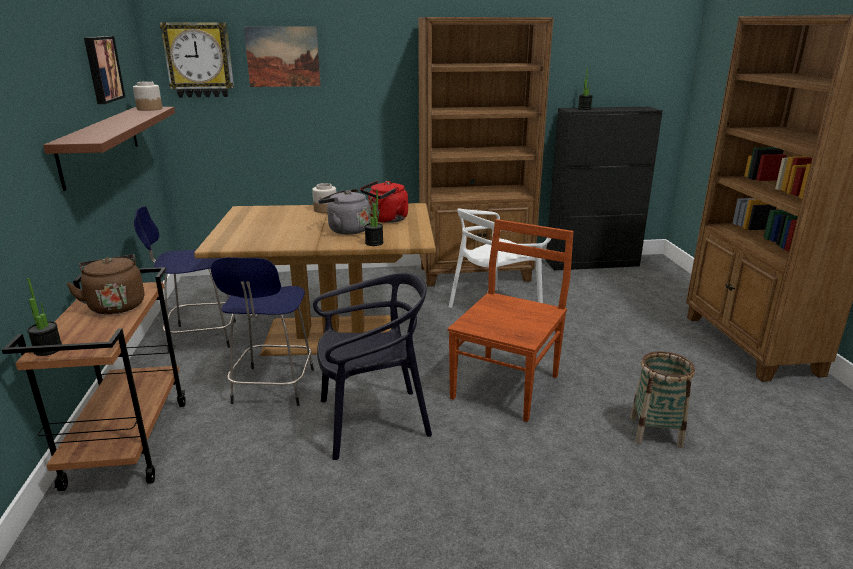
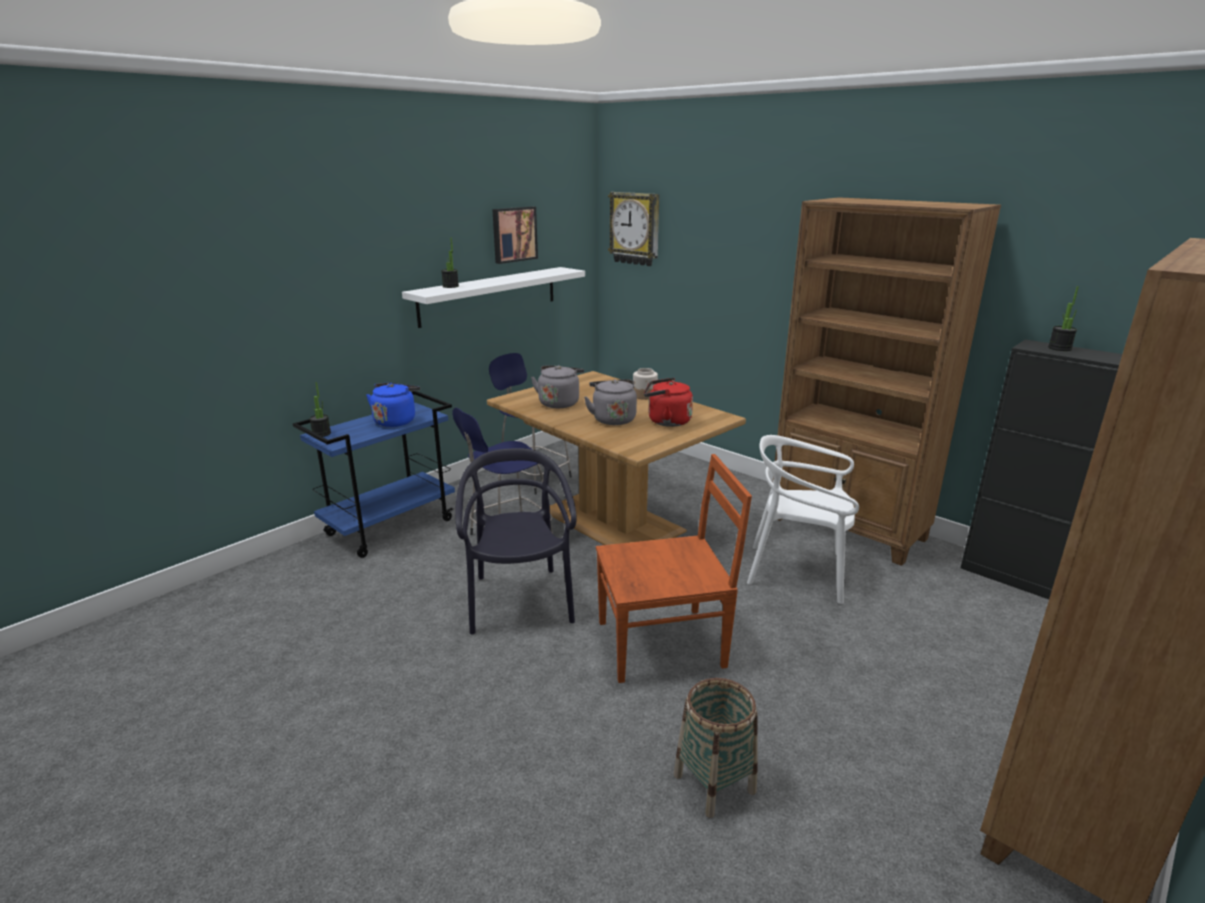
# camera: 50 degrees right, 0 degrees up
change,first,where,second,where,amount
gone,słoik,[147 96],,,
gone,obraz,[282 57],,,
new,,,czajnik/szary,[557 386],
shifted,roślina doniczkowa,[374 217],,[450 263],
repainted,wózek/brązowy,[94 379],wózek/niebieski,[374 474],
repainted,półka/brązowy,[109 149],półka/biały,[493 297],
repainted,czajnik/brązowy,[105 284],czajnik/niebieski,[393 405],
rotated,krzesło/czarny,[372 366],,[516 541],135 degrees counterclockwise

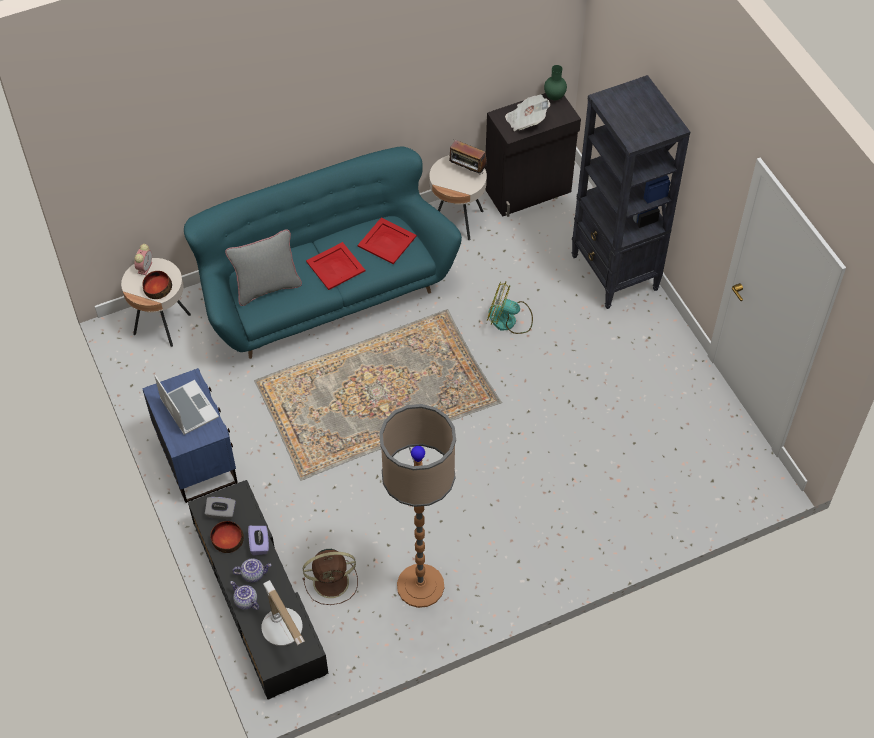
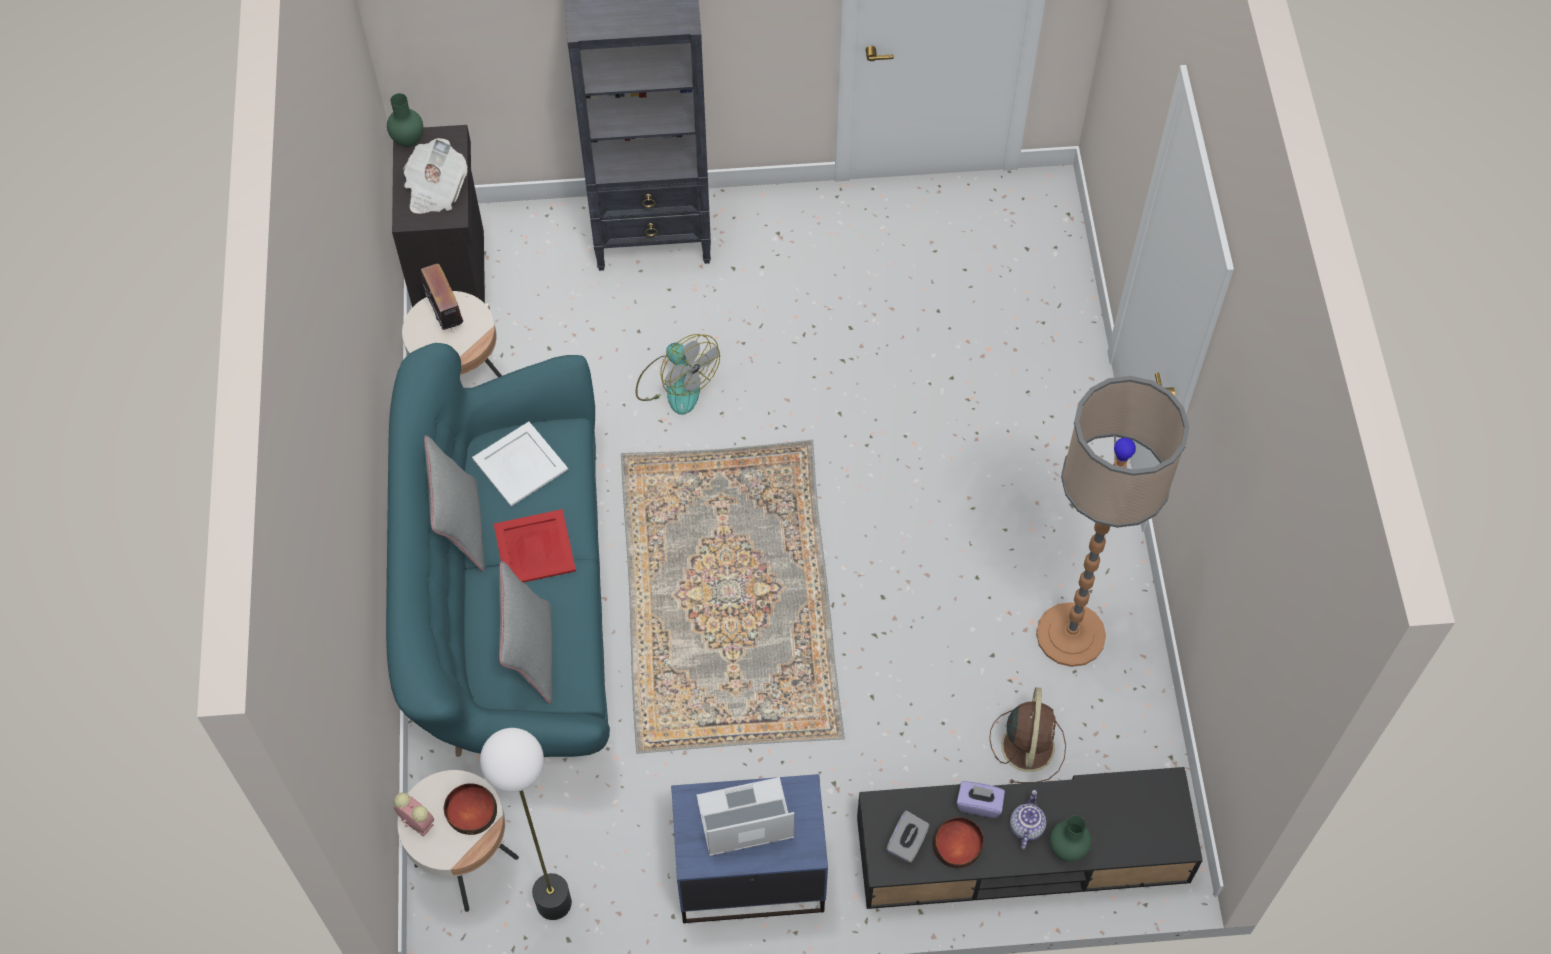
# camera: 70 degrees left, 5 degrees up
change,first,where,second,where,amount
gone,lampa stołowa,[283 613],,,
new,,,poduszka/szary,[454 503],
new,,,lampa stojąca,[526 824],
swapped,imbryk,[244 595],wazon/zielony,[1070 838],
repainted,taca/czerwony,[387 241],taca/biały,[520 464],
rotated,radio,[466 157],,[440 297],75 degrees counterclockwise
rotated,wentylator,[510 308],,[678 374],75 degrees counterclockwise

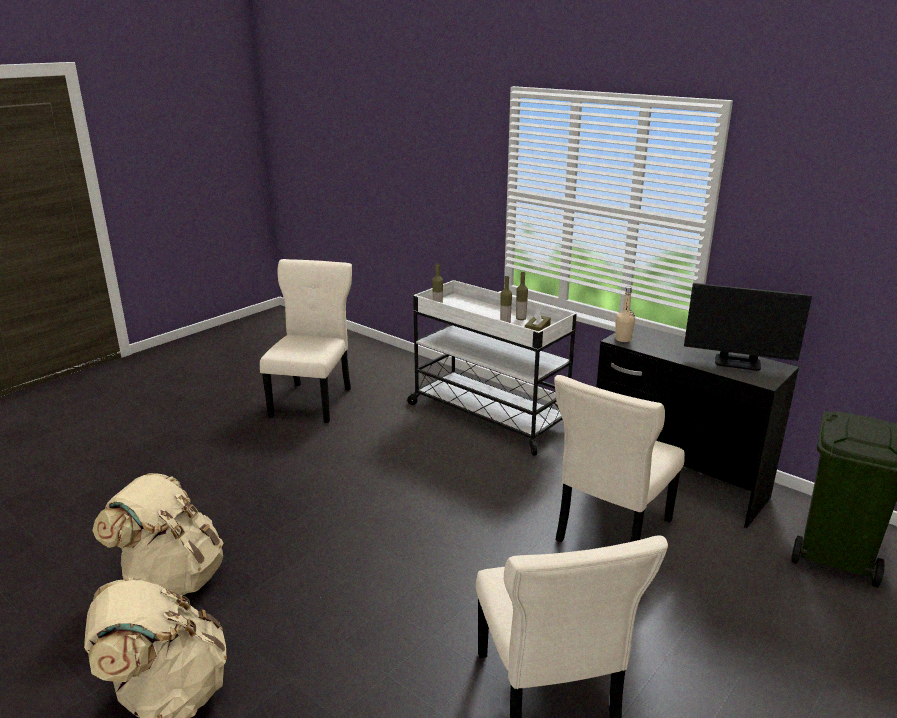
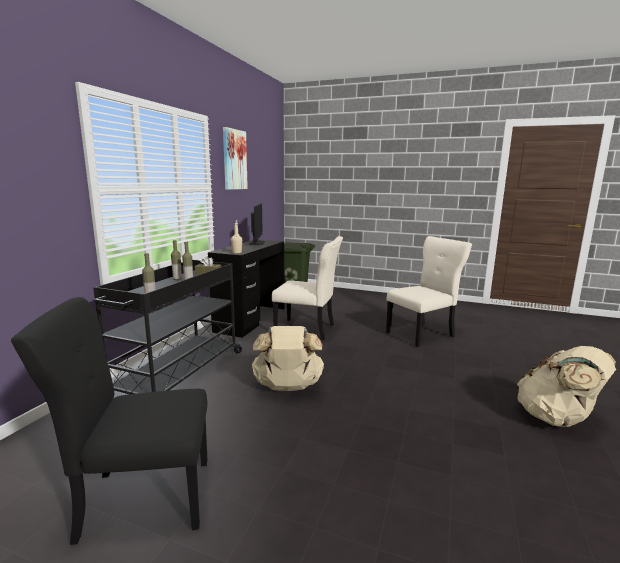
# camera: 110 degrees left, 10 degrees down
change,first,where,second,where,amount
new,,,obraz,[235 158],
shifted,plecak/beżowy,[157 534],,[288 358],
repainted,krzesło/beżowy,[306 341],krzesło/czarny,[109 421],
repainted,wózek/biały,[492 368],wózek/czarny,[168 327],

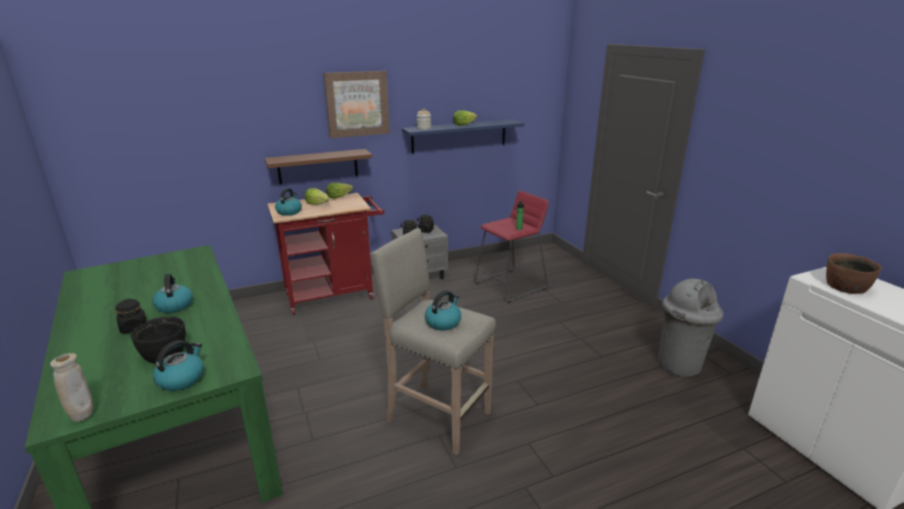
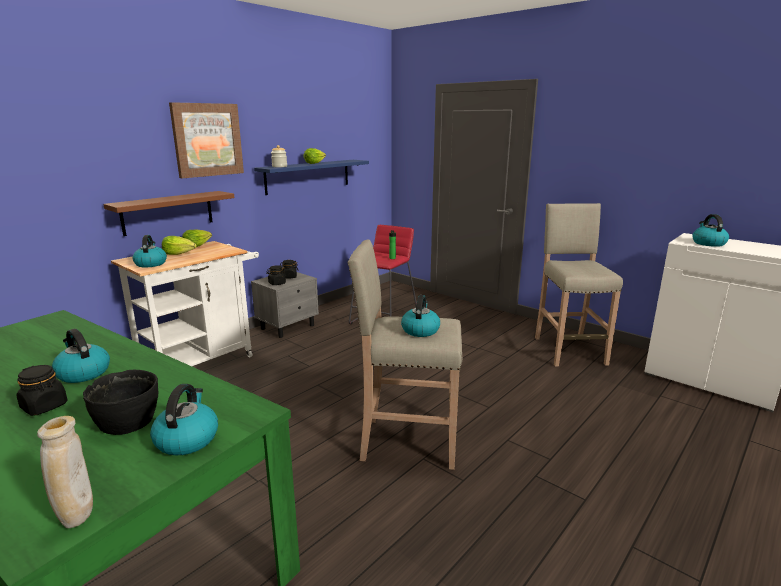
# camera: 25 degrees left, 5 degrees down
change,first,where,second,where,amount
swapped,kosz na śmieci/szary,[691 328],stołek/beżowy,[579 284],
swapped,miska/brązowy,[853 273],czajnik,[711 230],
repainted,wózek/czerwony,[326 254],wózek/biały,[185 303],

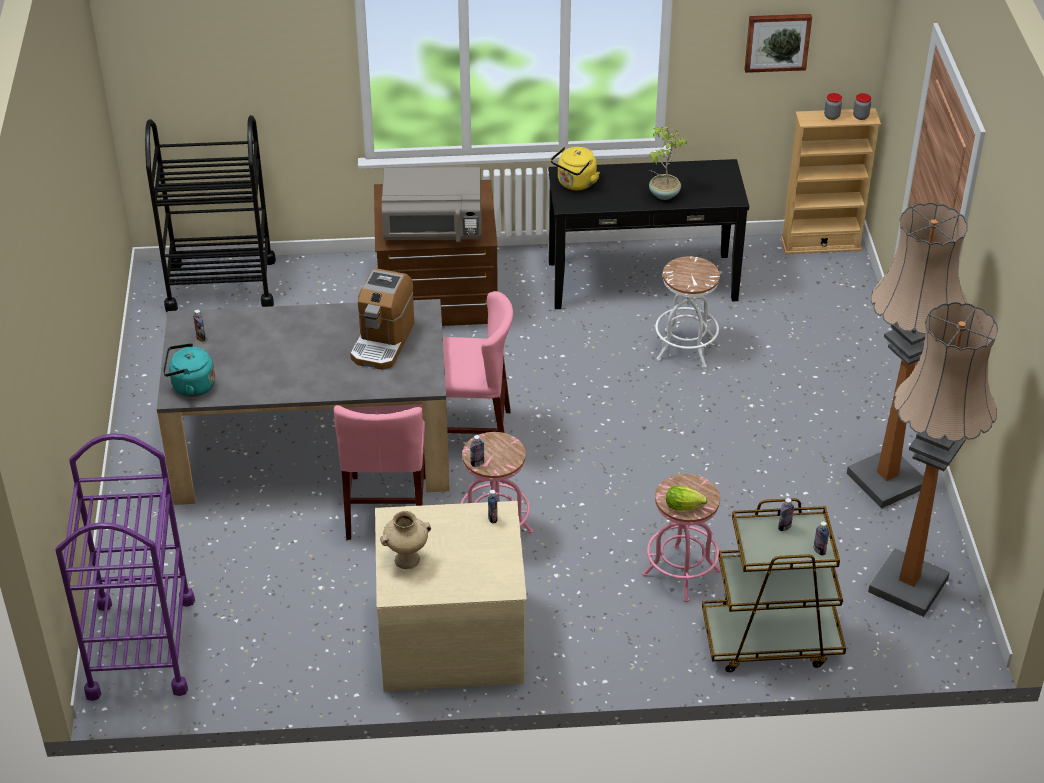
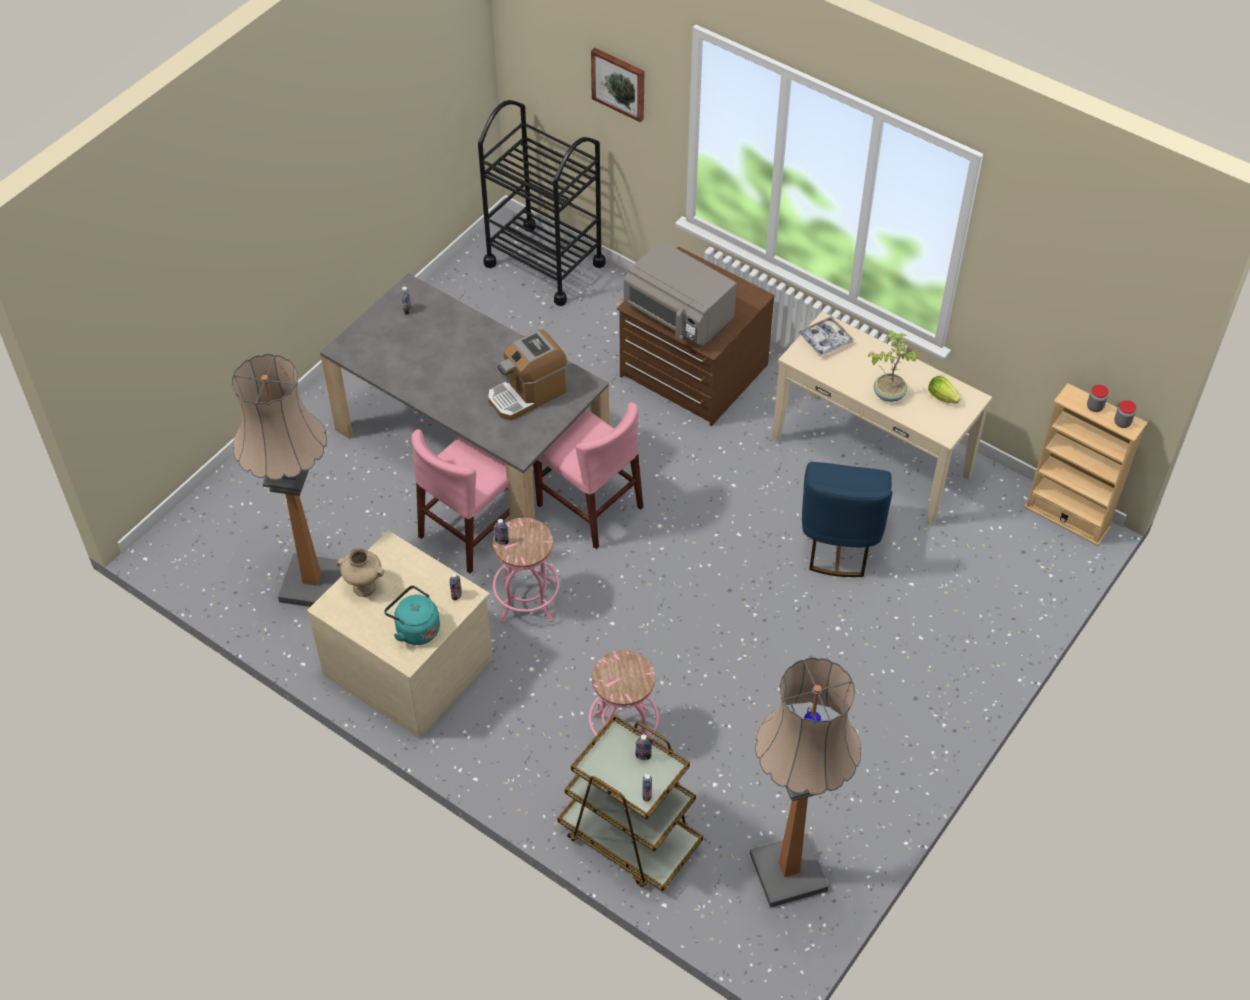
# camera: 40 degrees right, 10 degrees up
change,first,where,second,where,amount
gone,wózek/fioletowy,[125 567],,,
shifted,czajnik/turkusowy,[189 370],,[412 615],
shifted,sałata,[686 498],,[944 390],
shifted,obraz,[778 43],,[617 85],
shifted,lampa stojąca,[907 355],,[287 480],
swapped,czajnik/żółty,[575 168],taca,[826 336],
swapped,stołek/biały,[687 312],krzesło/niebieski,[847 519],
repainted,stolik konsolowy/czarny,[648 234],stolik konsolowy/beżowy,[882 418],

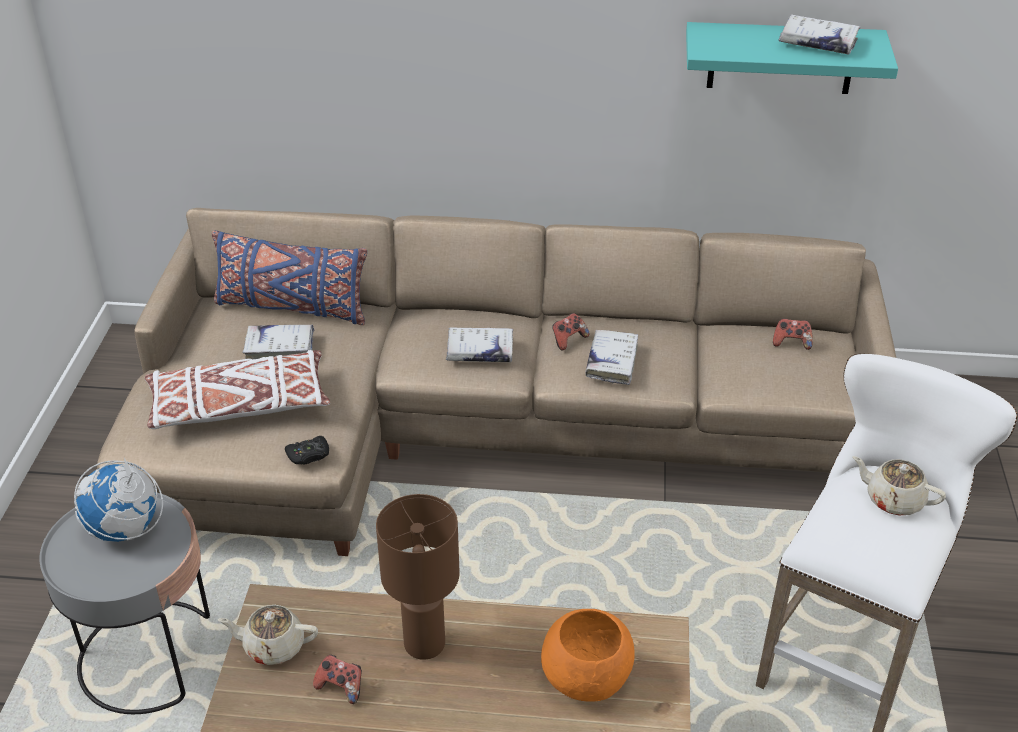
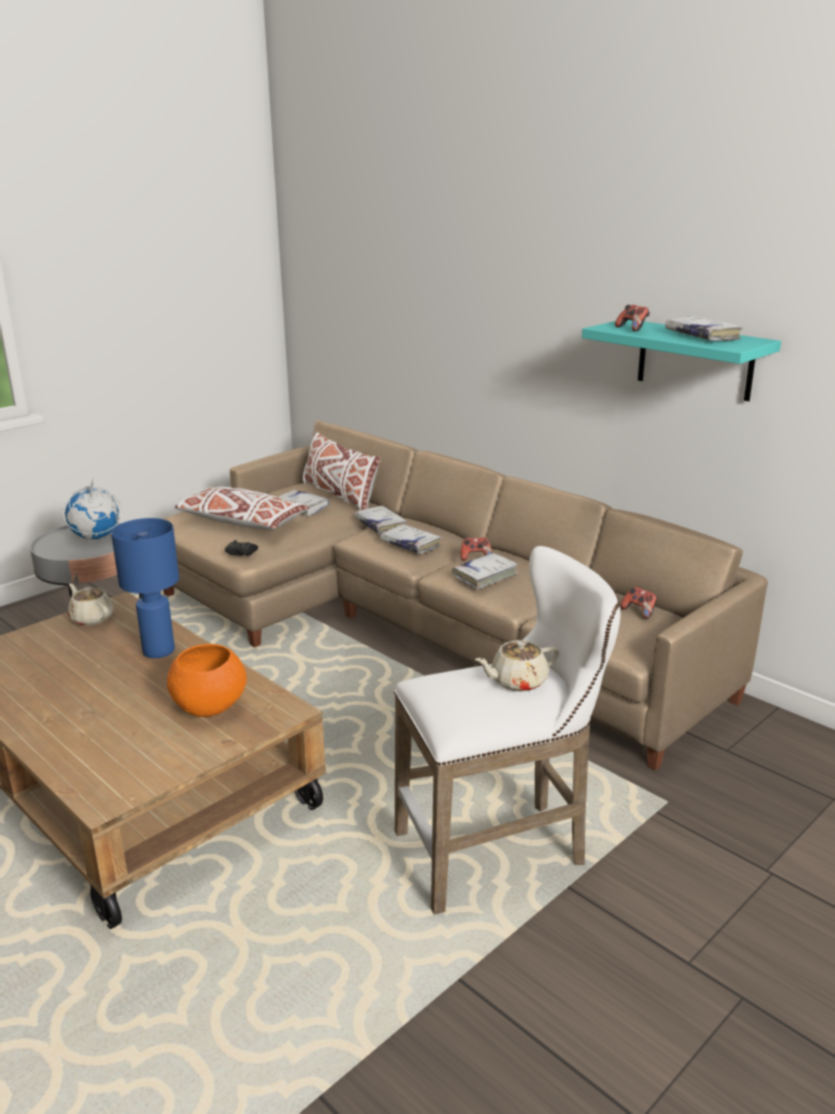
# camera: 40 degrees right, 15 degrees down
change,first,where,second,where,amount
new,,,książka/biały,[381 520],
shifted,pad do gier,[337 679],,[632 318],
repainted,poduszka/niebieski,[289 277],poduszka/biały,[342 471],
repainted,lampa stołowa/brązowy,[418 577],lampa stołowa/niebieski,[145 588],
rotated,imbryk/beżowy,[899 485],,[517 666],90 degrees counterclockwise

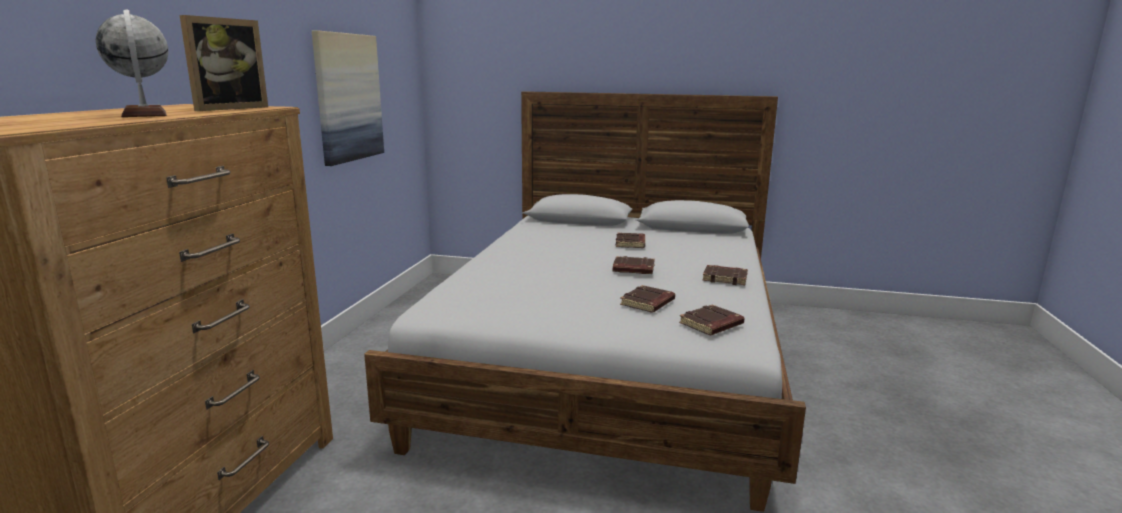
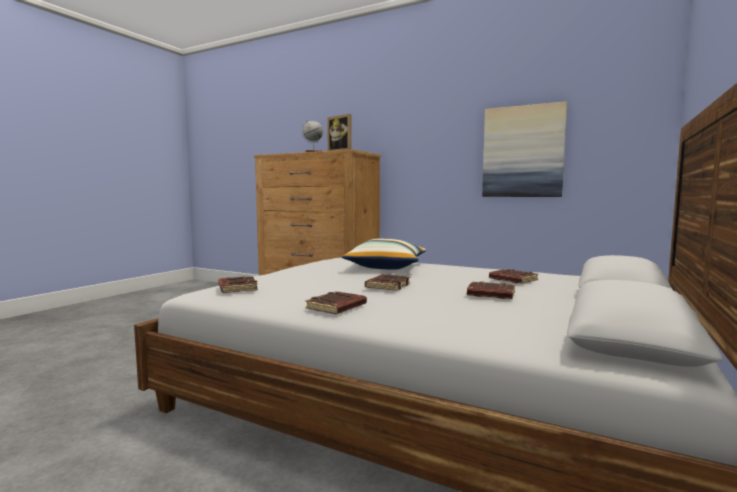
# camera: 105 degrees right, 10 degrees down
change,first,where,second,where,amount
new,,,poduszka,[384 254],
shifted,książka/brązowy,[647 298],,[514 276],

